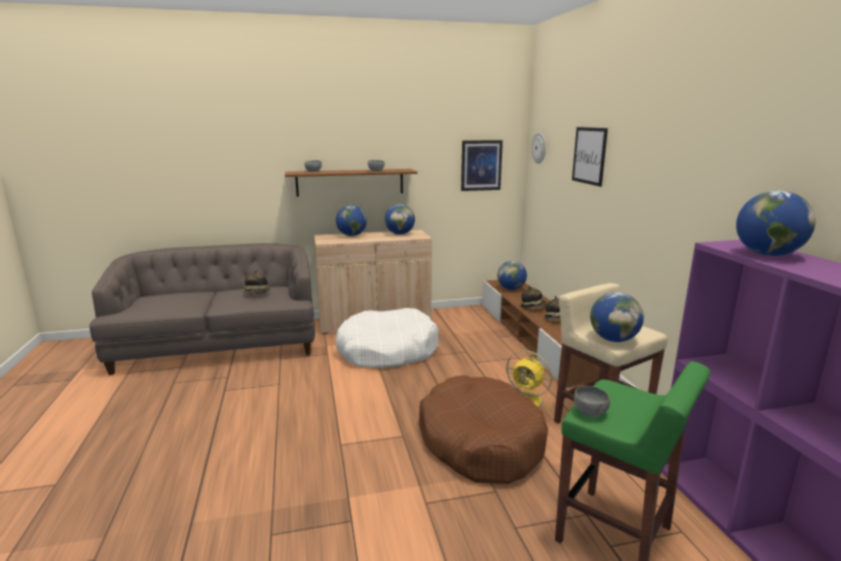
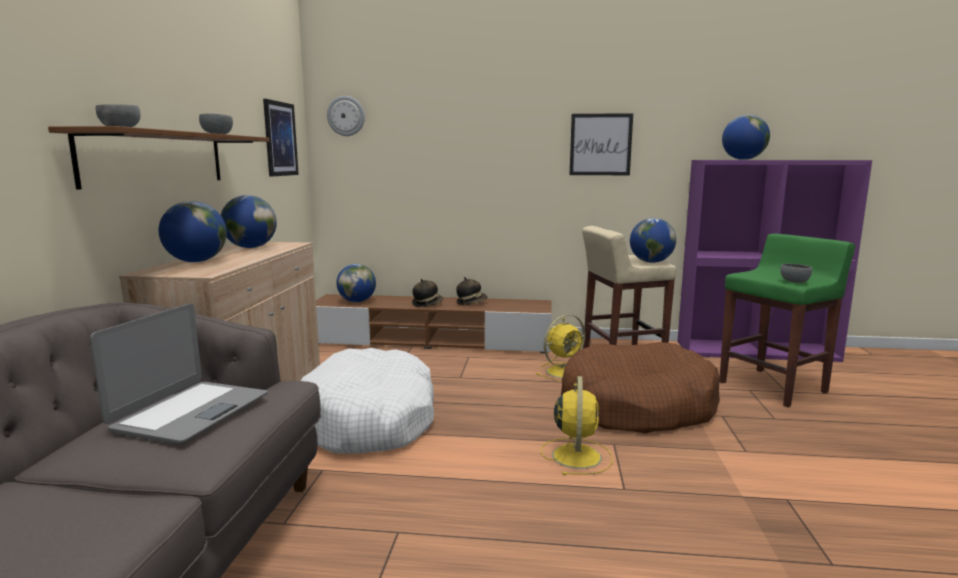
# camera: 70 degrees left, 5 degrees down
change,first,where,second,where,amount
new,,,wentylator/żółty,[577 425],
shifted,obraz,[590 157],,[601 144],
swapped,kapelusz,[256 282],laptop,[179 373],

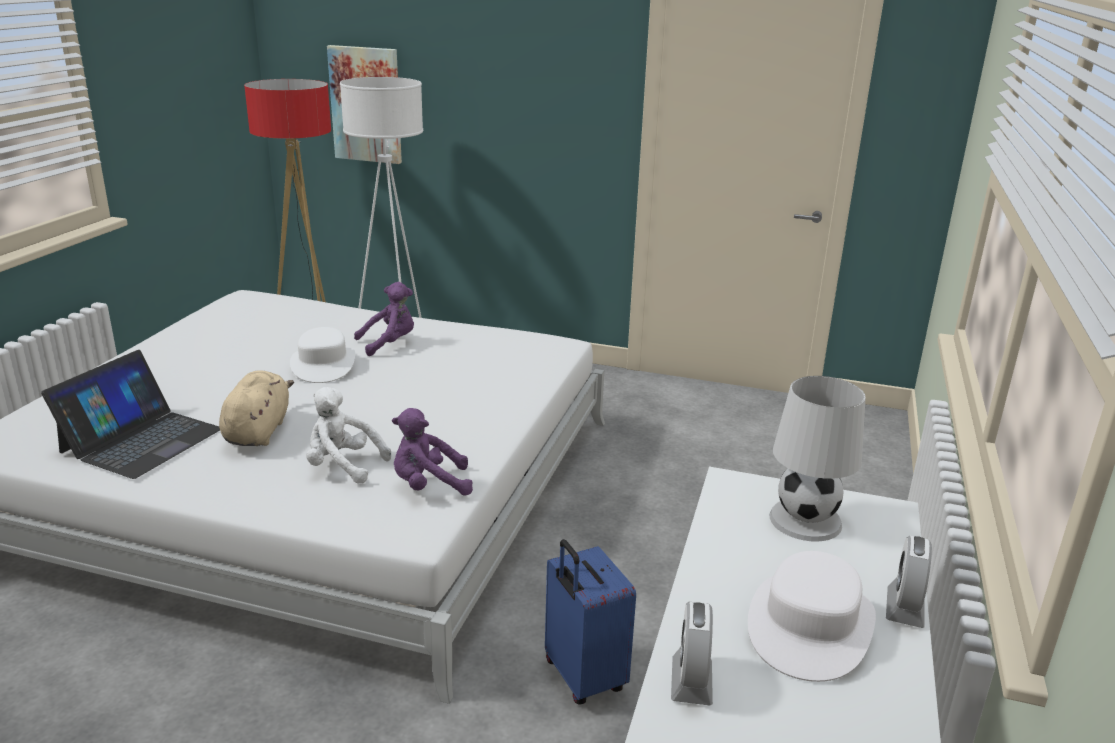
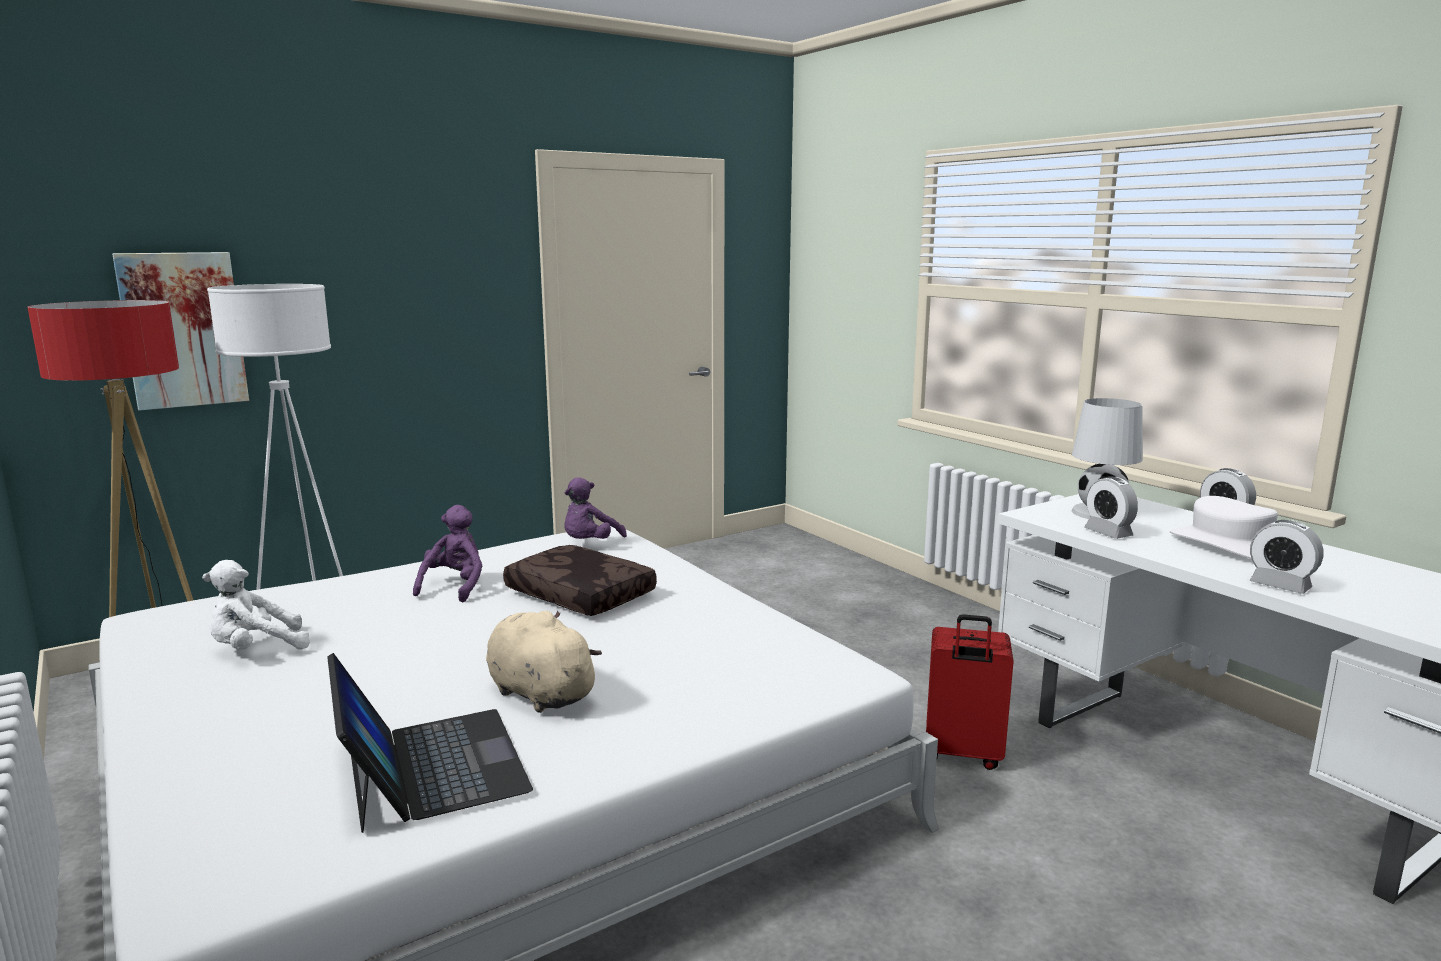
# camera: 50 degrees left, 10 degrees down
change,first,where,second,where,amount
gone,kapelusz/biały,[322 355],,,
new,,,poduszka/brązowy,[580 580],
new,,,budzik,[1111 507],
shifted,pluszak/biały,[348 435],,[256 605],
shifted,pluszak/fioletowy,[432 452],,[596 508],
repainted,walizka/niebieski,[590 622],walizka/czerwony,[969 692],

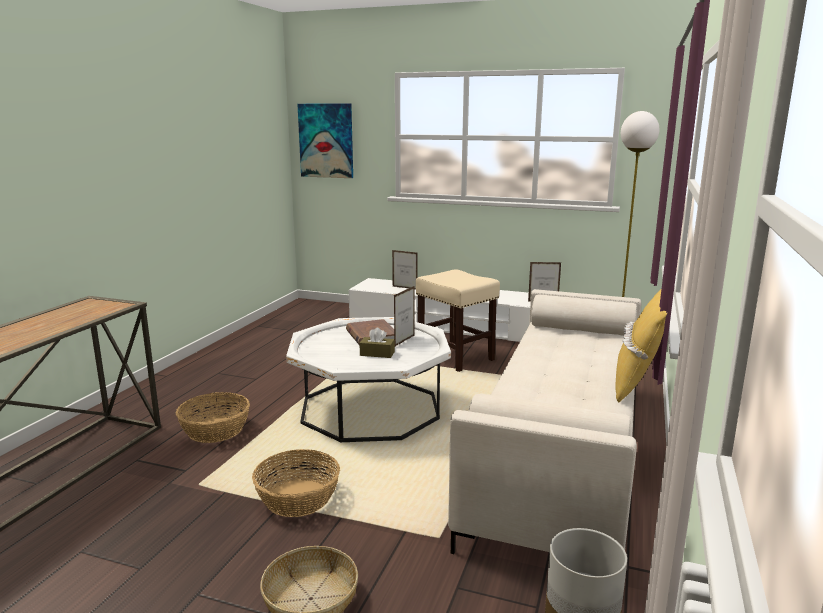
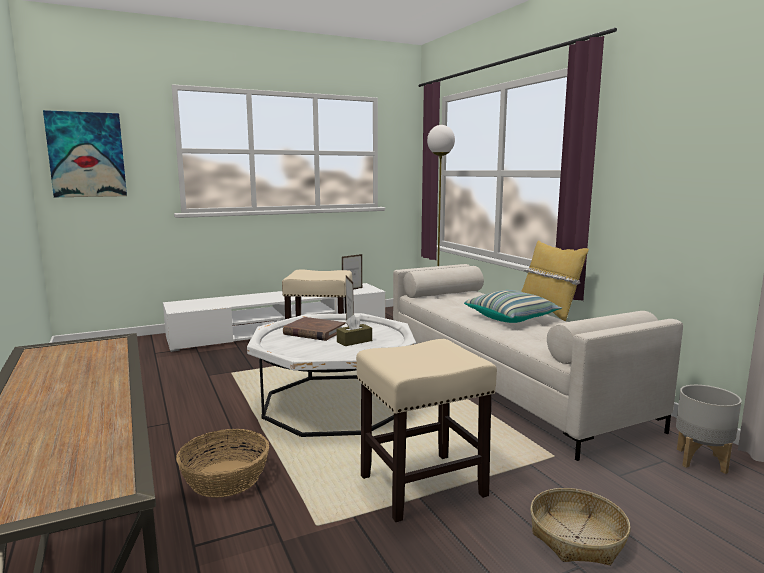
# camera: 45 degrees left, 5 degrees down
change,first,where,second,where,amount
gone,ramka na zdjęcie,[405 269],,,
new,,,poduszka,[513 306],
swapped,koszyk,[296 483],stołek/beżowy,[426 430],

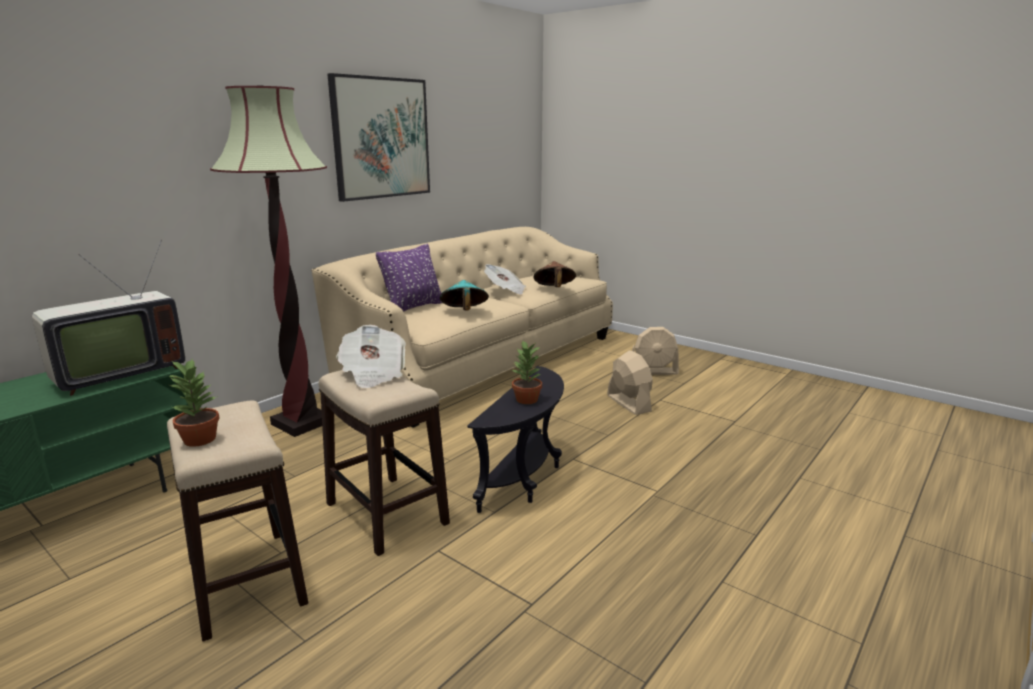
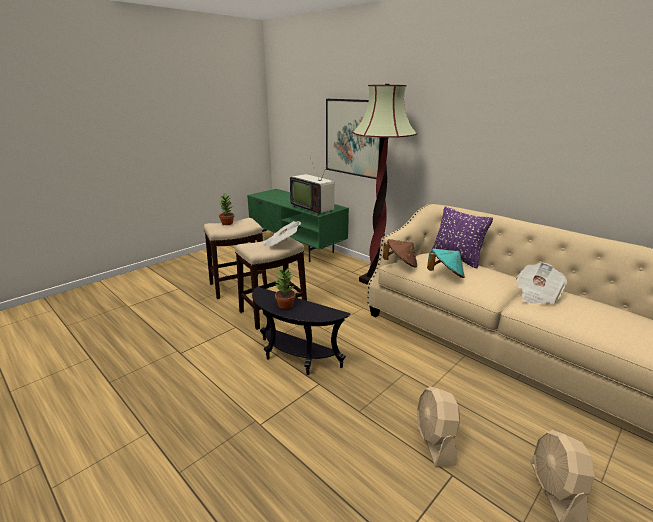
# camera: 95 degrees right, 5 degrees up
change,first,where,second,where,amount
shifted,obraz,[378 137],,[353 139],
shifted,kapelusz/brązowy,[555 274],,[400 253],
rotated,wentylator/beżowy,[630 382],,[438 427],105 degrees clockwise

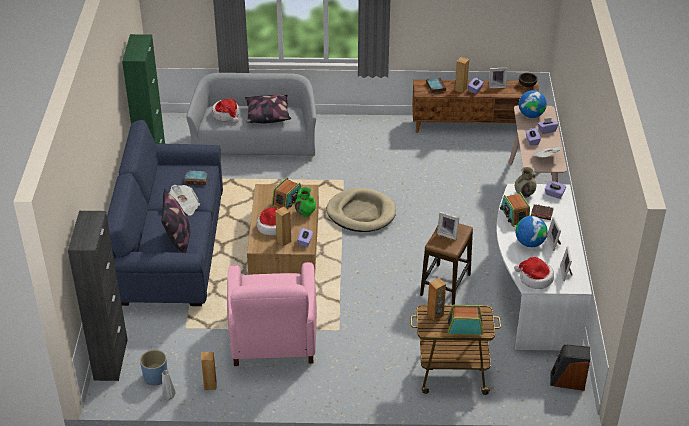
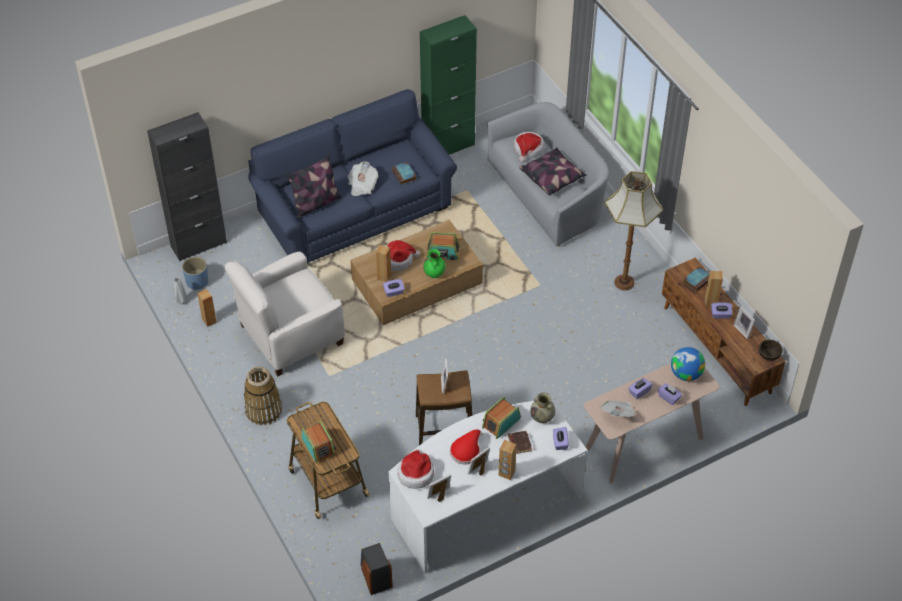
# camera: 60 degrees right, 10 degrees up
change,first,where,second,where,amount
gone,legowisko/beżowy,[361 210],,,
new,,,koszyk,[263 395],
new,,,lampa stojąca,[634 231],
shifted,głośnik/brązowy,[436 299],,[507 460],
swapped,globus,[532 231],kapelusz/czerwony,[466 447],
repainted,fotel/różowy,[272 314],fotel/biały,[285 314],

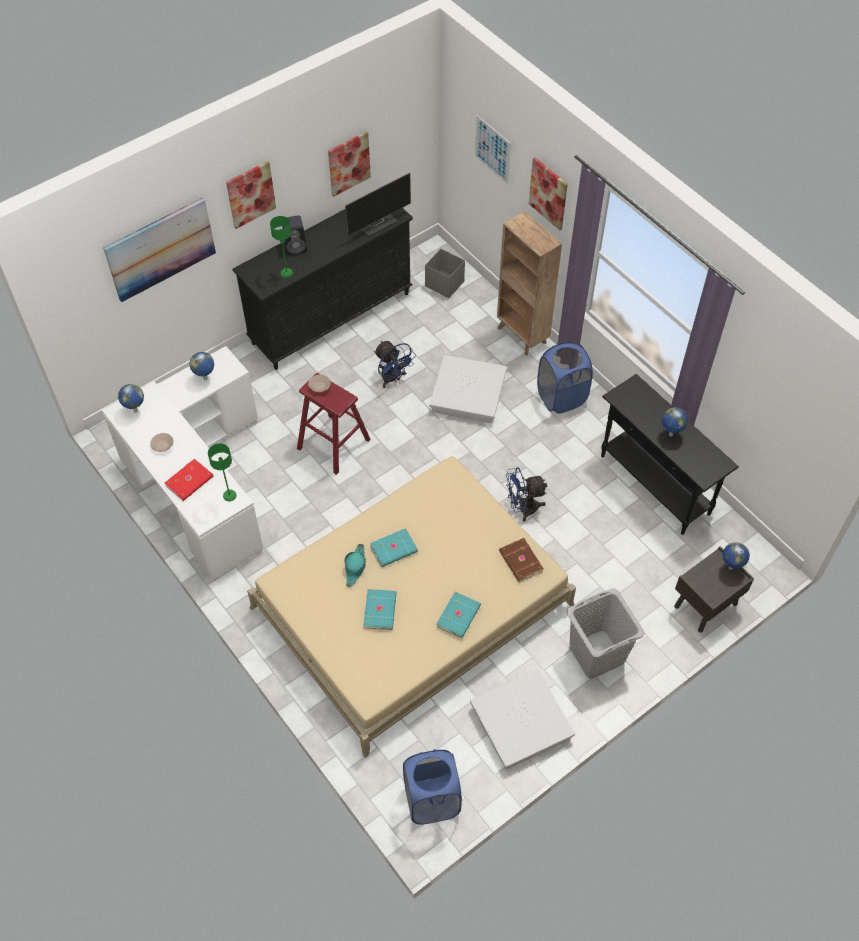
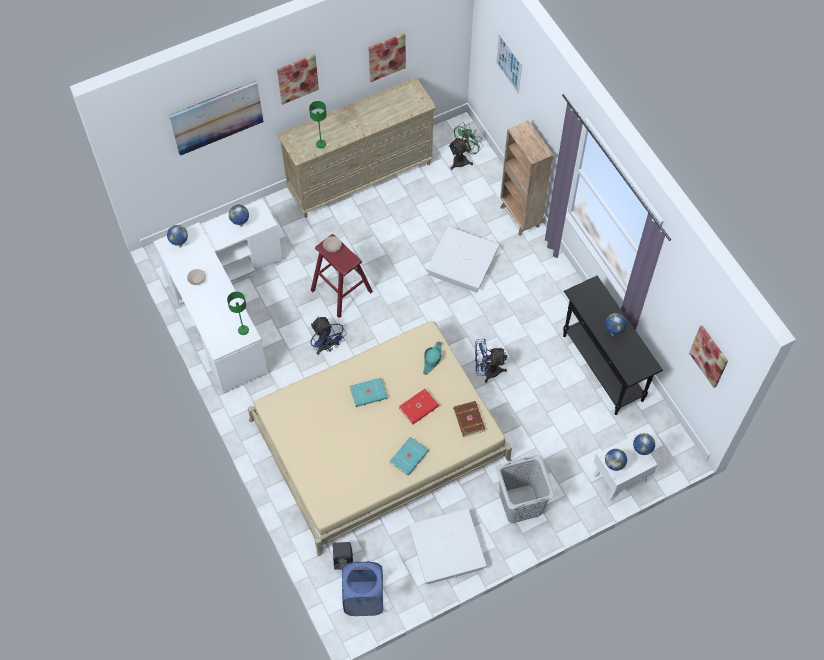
# camera: 10 degrees right, 5 degrees up
change,first,where,second,where,amount
gone,monitor,[378 204],,,
gone,książka/turkusowy,[380 609],,,
gone,kosz na pranie/niebieski,[565 378],,,
new,,,globus,[616 460],
shifted,książka/czerwony,[189 480],,[419 406],
shifted,głośnik/czarny,[294 235],,[343 556],
shifted,kapelusz/turkusowy,[355 565],,[432 358],
shifted,wentylator/niebieski,[395 364],,[329 336],
shifted,obraz,[548 193],,[708 356],
swapped,pojemnik do przechowywania/szary,[445 273],wentylator/zielony,[465 146],
repainted,komoda/czarny,[323 289],komoda/beżowy,[357 147],
repainted,szafka nocna/brązowy,[714 589],szafka nocna/biały,[626 466],

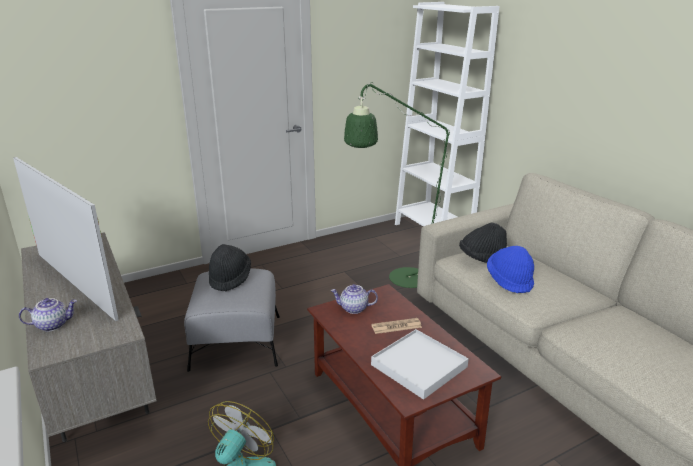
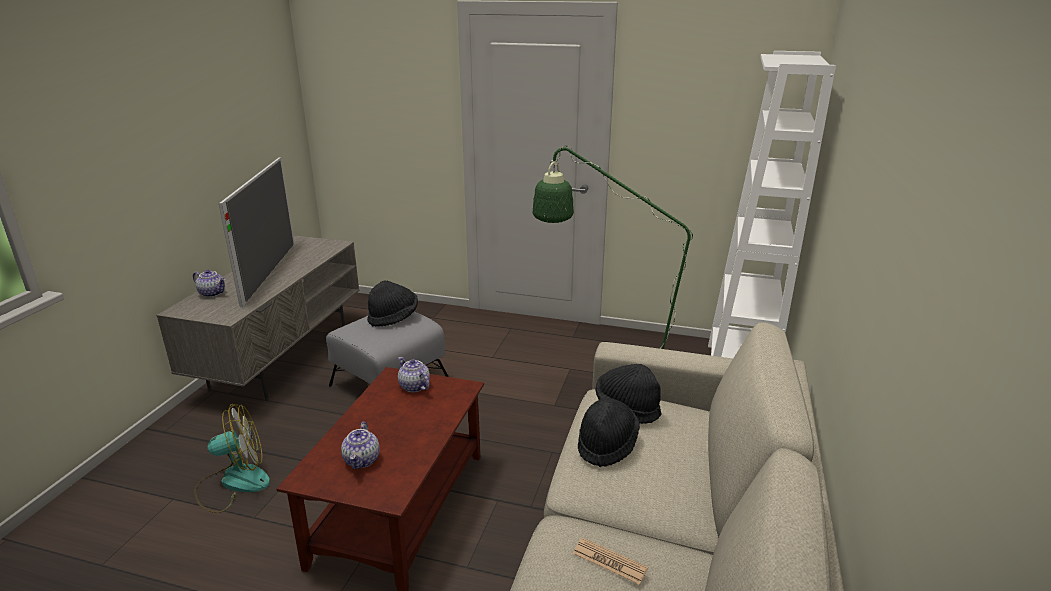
# camera: 45 degrees right, 0 degrees up
change,first,where,second,where,amount
shifted,gazeta,[396 326],,[610 561],
swapped,taca/biały,[420 364],imbryk,[360 446],
repainted,kapelusz/niebieski,[510 269],kapelusz/czarny,[609 432],

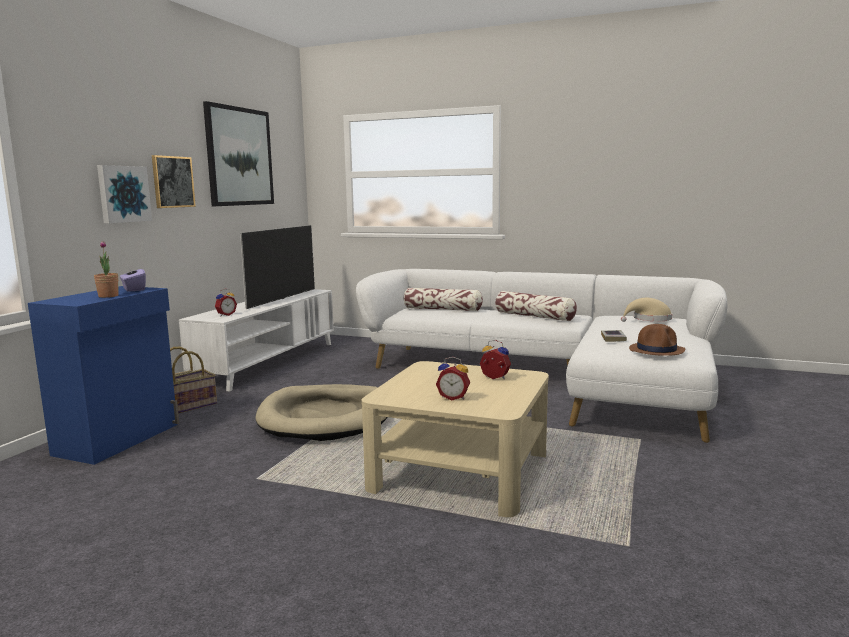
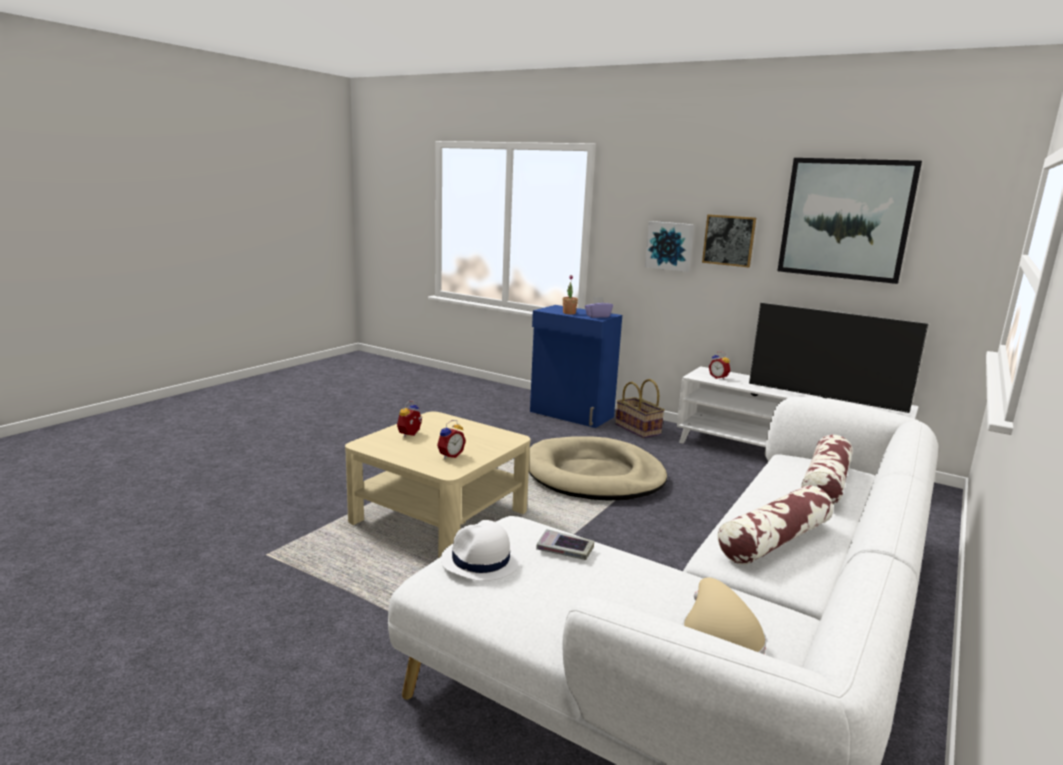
# camera: 100 degrees right, 5 degrees up
change,first,where,second,where,amount
repainted,kapelusz/brązowy,[657 340],kapelusz/biały,[481 550],

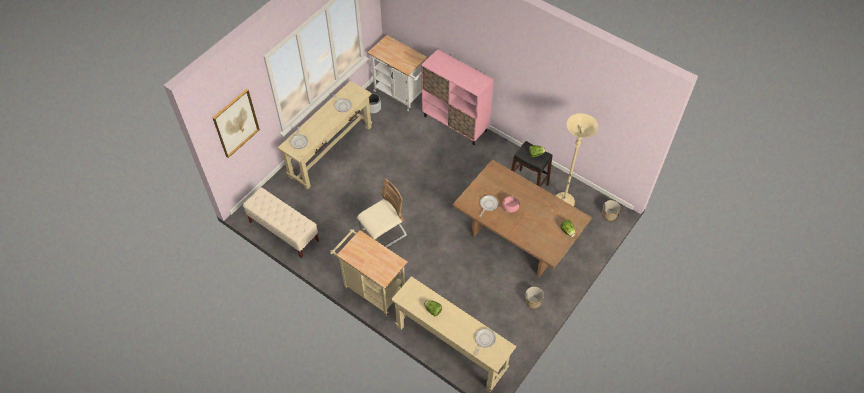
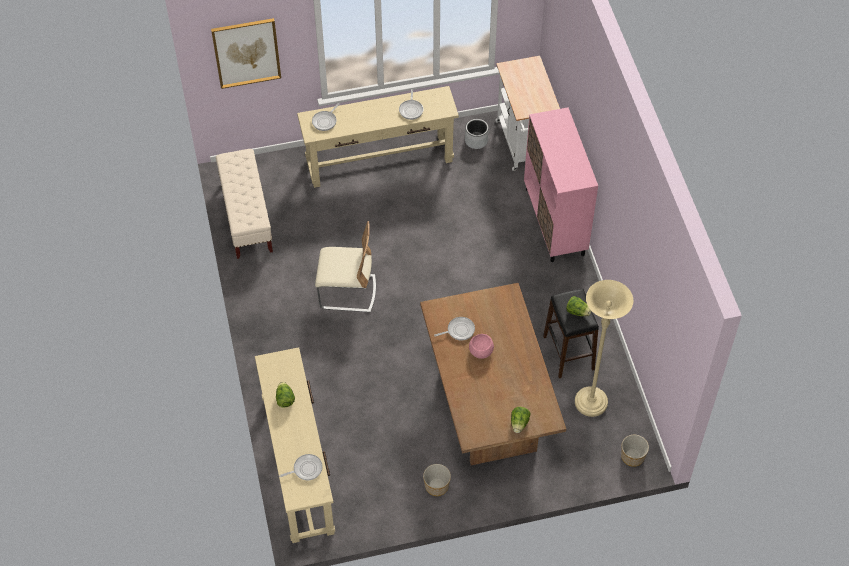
# camera: 40 degrees right, 0 degrees up
change,first,where,second,where,amount
gone,wózek/beżowy,[369 272],,,

